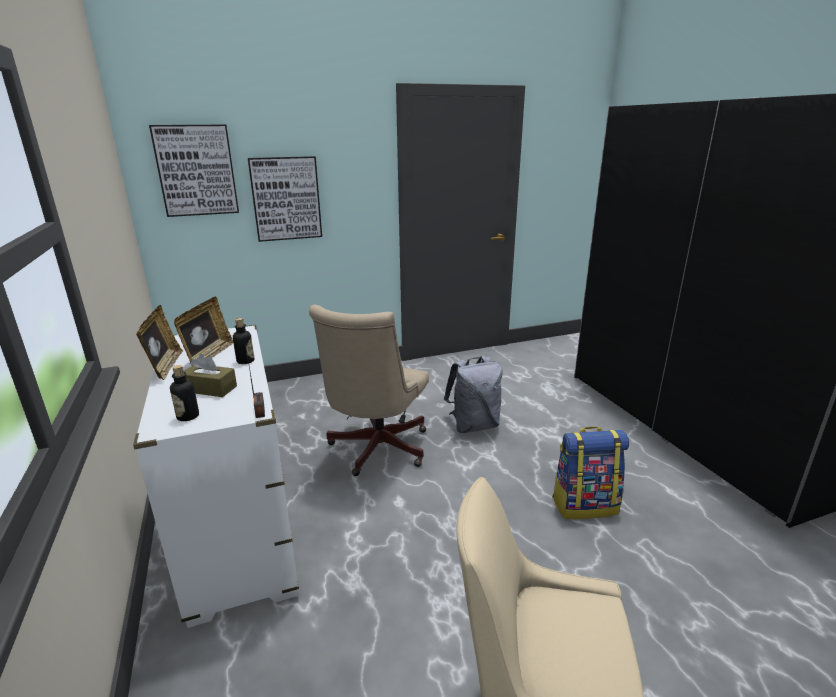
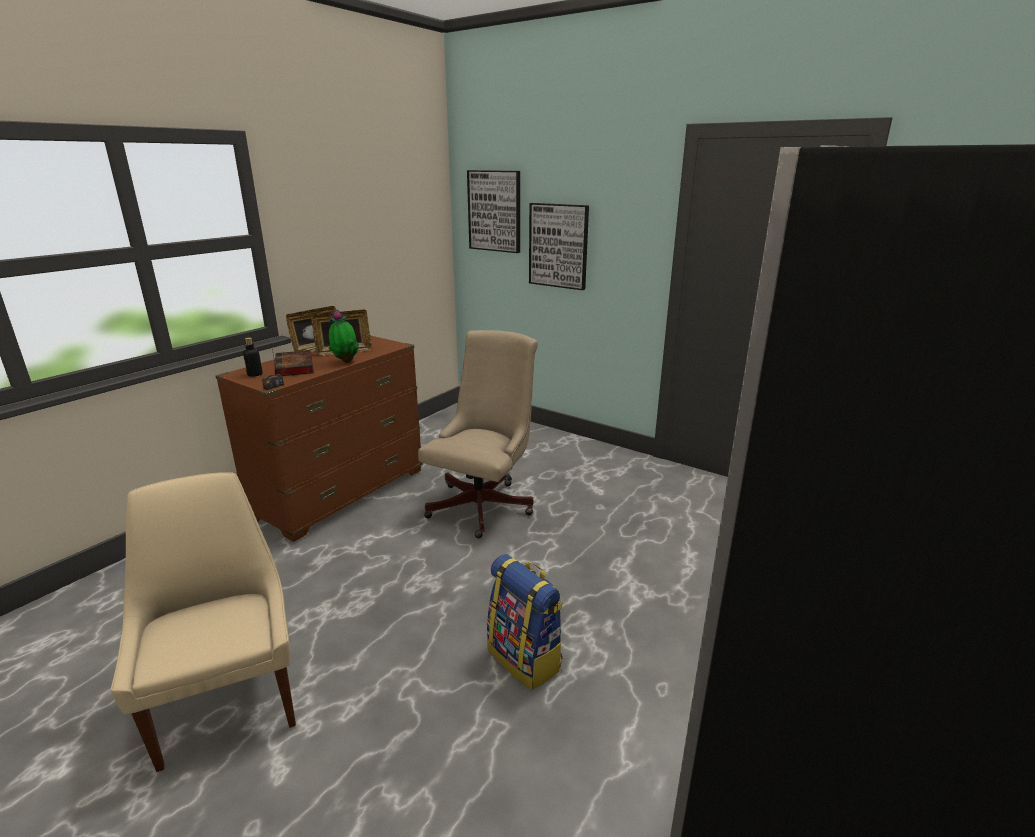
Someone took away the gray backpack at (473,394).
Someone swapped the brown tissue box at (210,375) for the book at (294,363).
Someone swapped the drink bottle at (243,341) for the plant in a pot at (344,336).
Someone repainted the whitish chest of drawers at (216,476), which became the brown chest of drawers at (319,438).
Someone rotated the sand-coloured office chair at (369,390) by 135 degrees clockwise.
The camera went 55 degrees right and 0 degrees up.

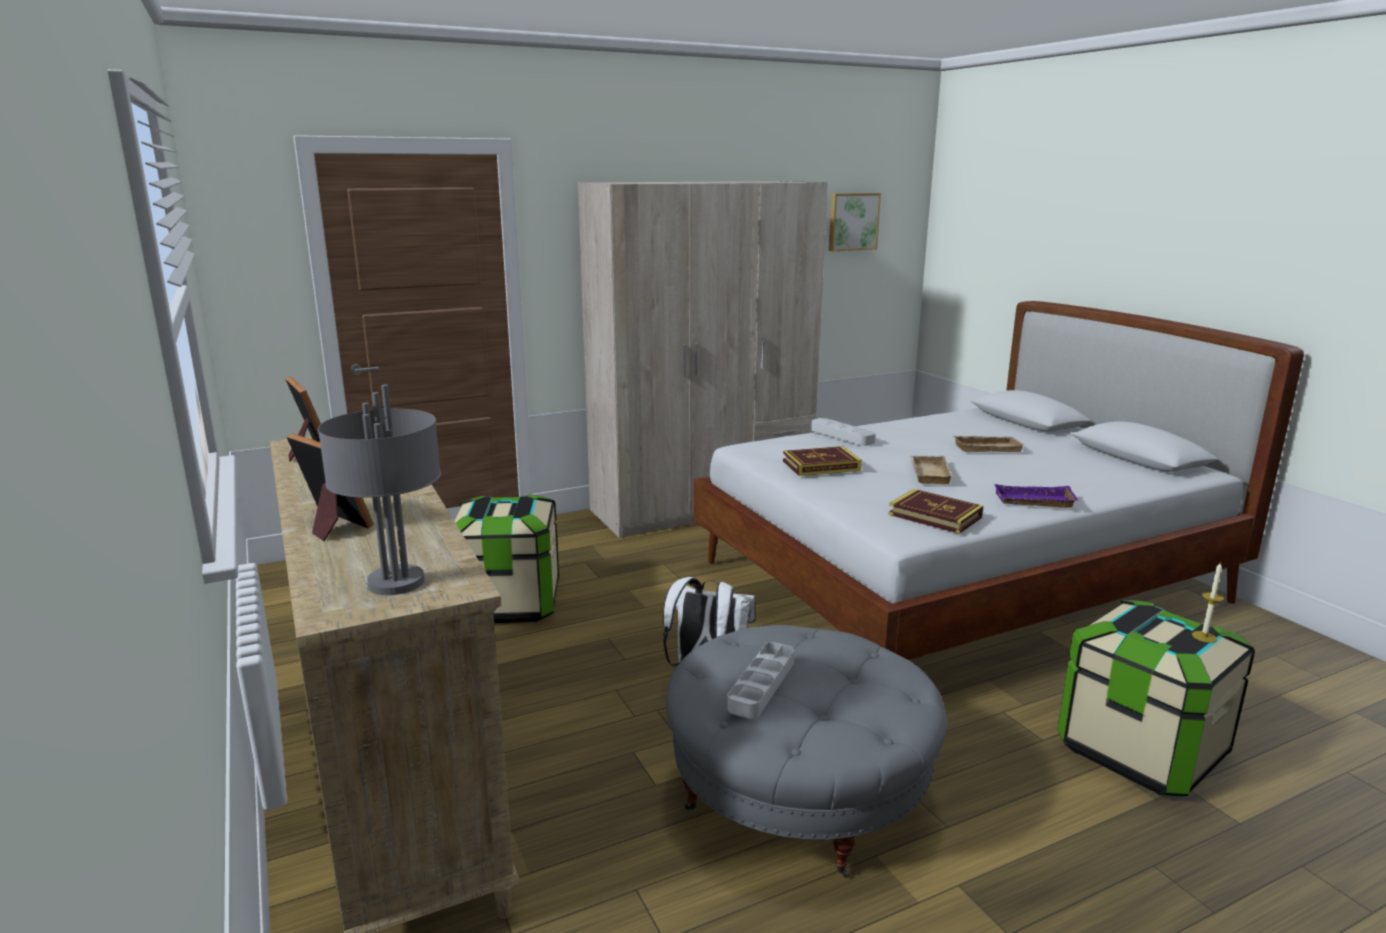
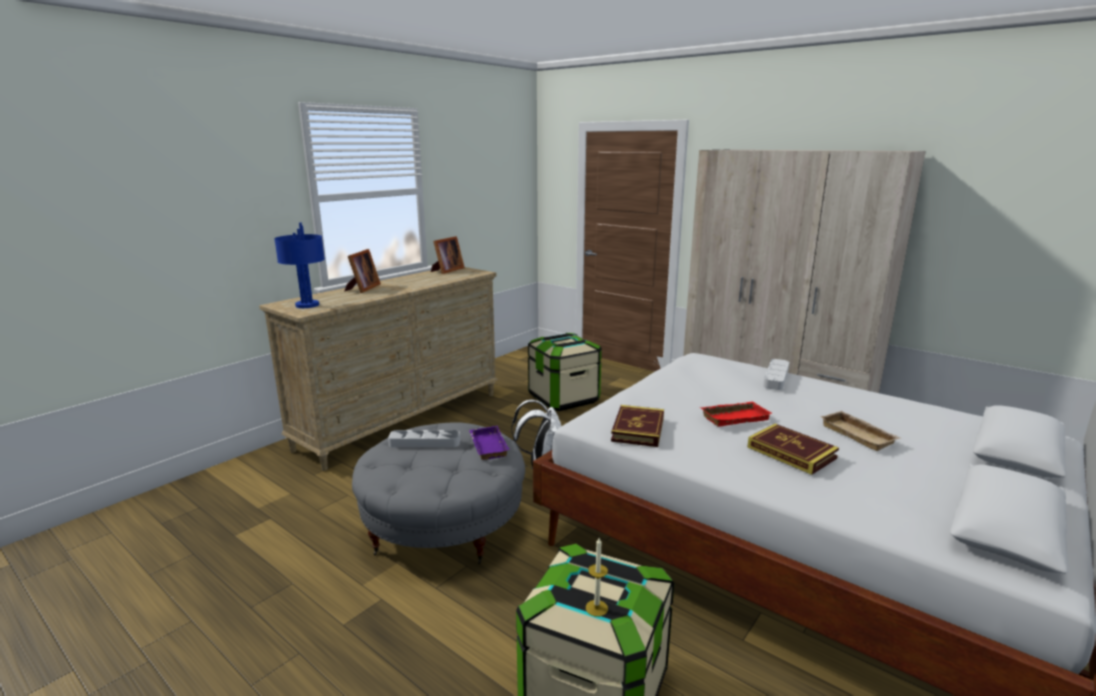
Someone took away the picture at (855,222).
Someone carried the book from (822,461) to (793,449).
Someone carried the purplish serving tray from (1036,496) to (489,443).
Someone repainted the gray table lamp at (379,489), which became the blue table lamp at (299,265).
Someone repainted the sand-coloured serving tray at (932,470), which became the reddish serving tray at (736,414).
The camera went 65 degrees right and 0 degrees up.

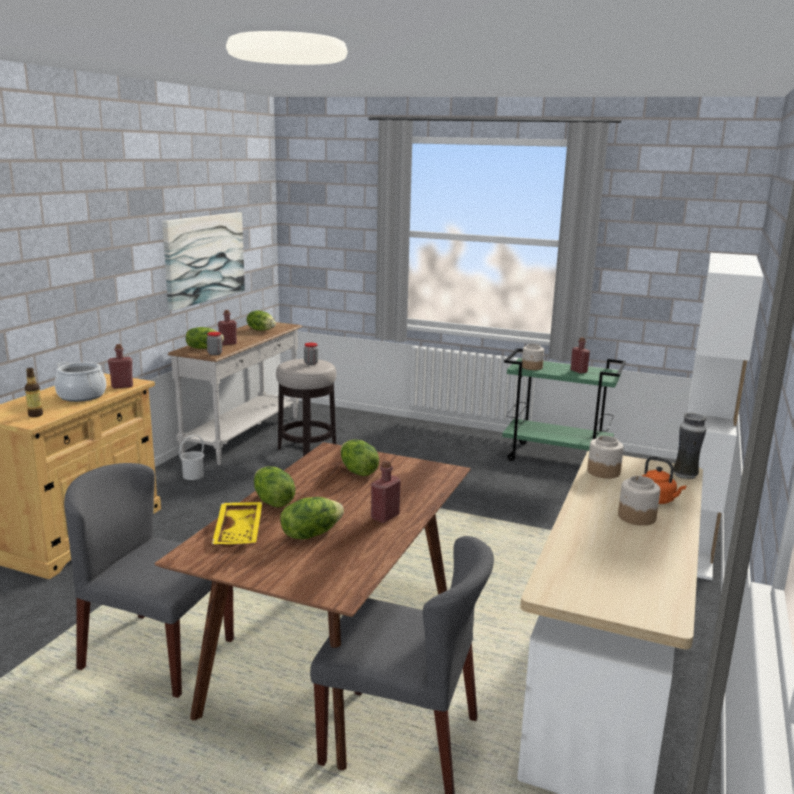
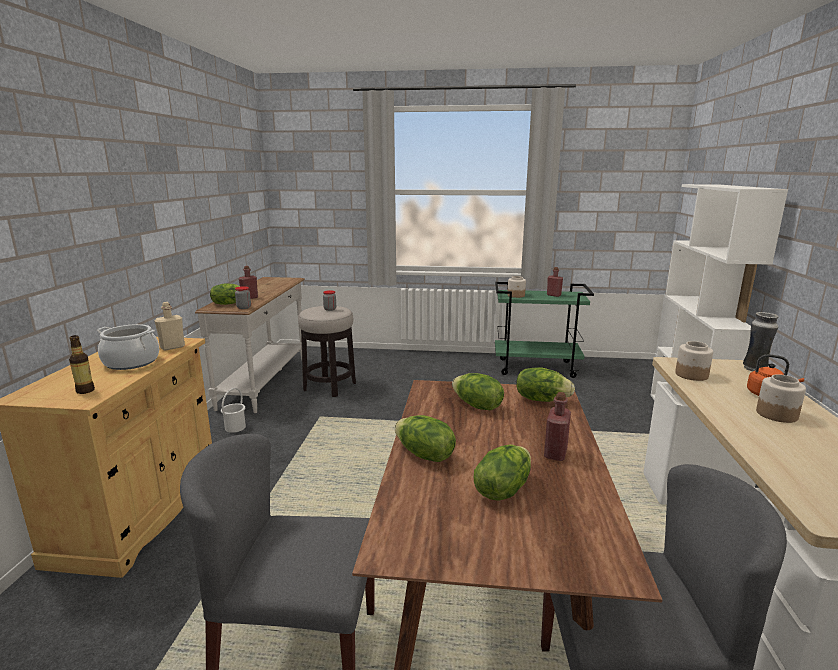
Someone took away the picture at (203,261).
Someone took away the yellow serving tray at (237,524).
Someone carried the lettuce from (261,321) to (545,384).
Someone repainted the reddish drink bottle at (120,366), which became the sand-coloured drink bottle at (170,326).
The camera went 15 degrees left and 0 degrees up.

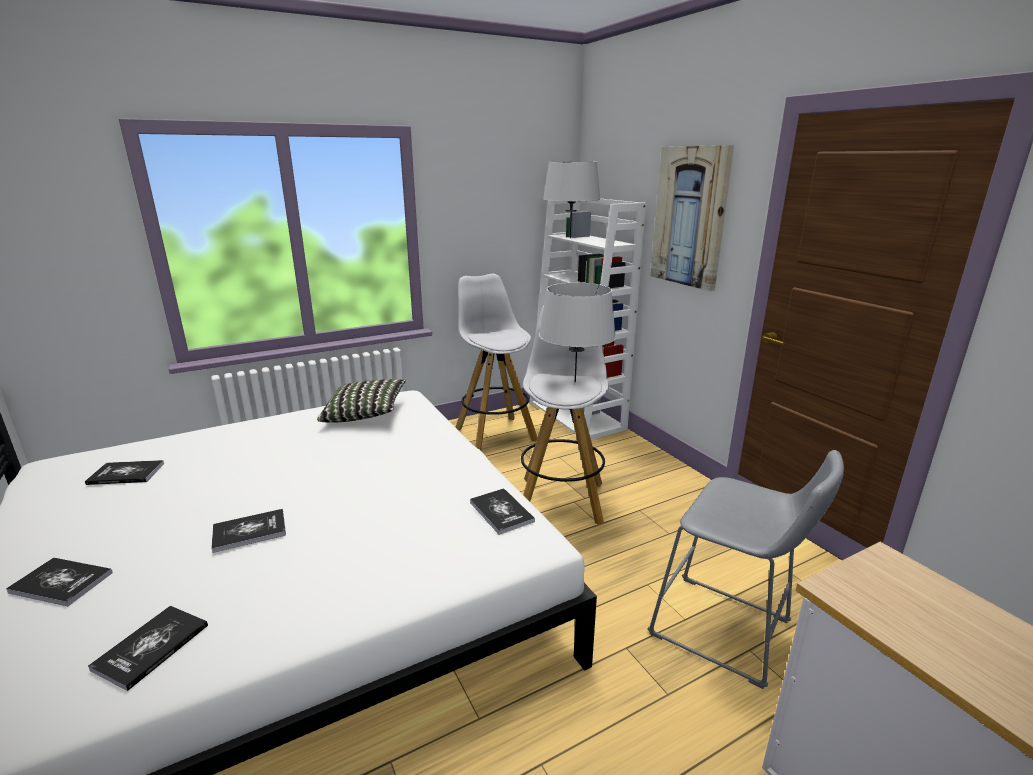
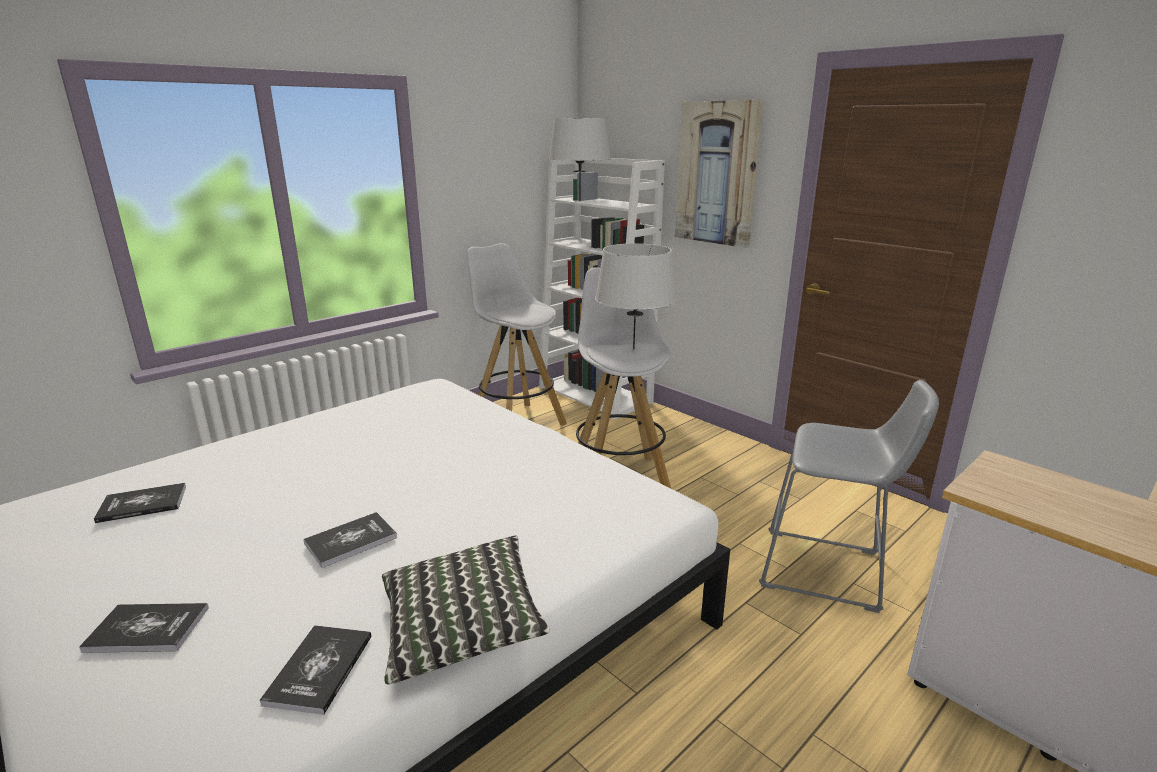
Someone took away the book at (502,511).
Someone carried the cushion from (361,401) to (466,609).
The camera went 15 degrees left and 0 degrees up.

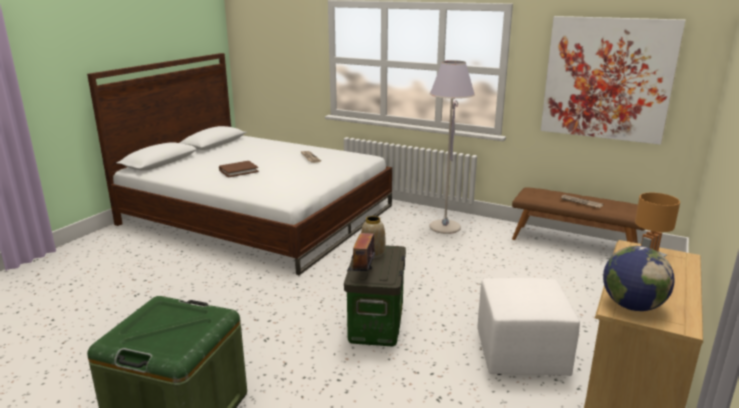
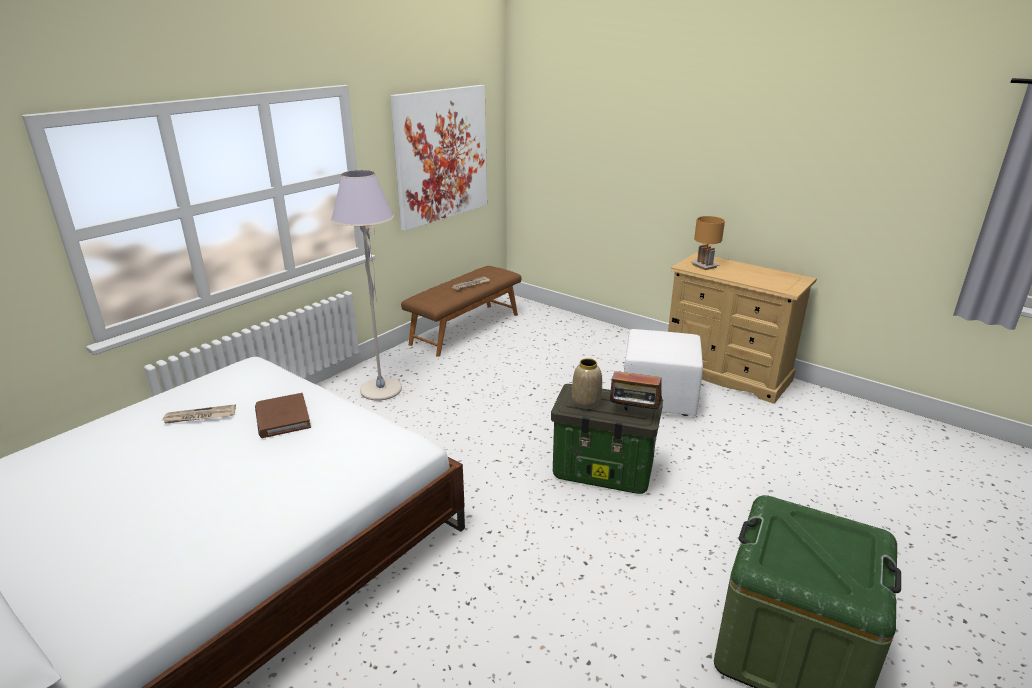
Someone took away the desk globe at (639,278).
Someone carried the brown book from (239,169) to (283,415).
The camera went 80 degrees left and 5 degrees up.

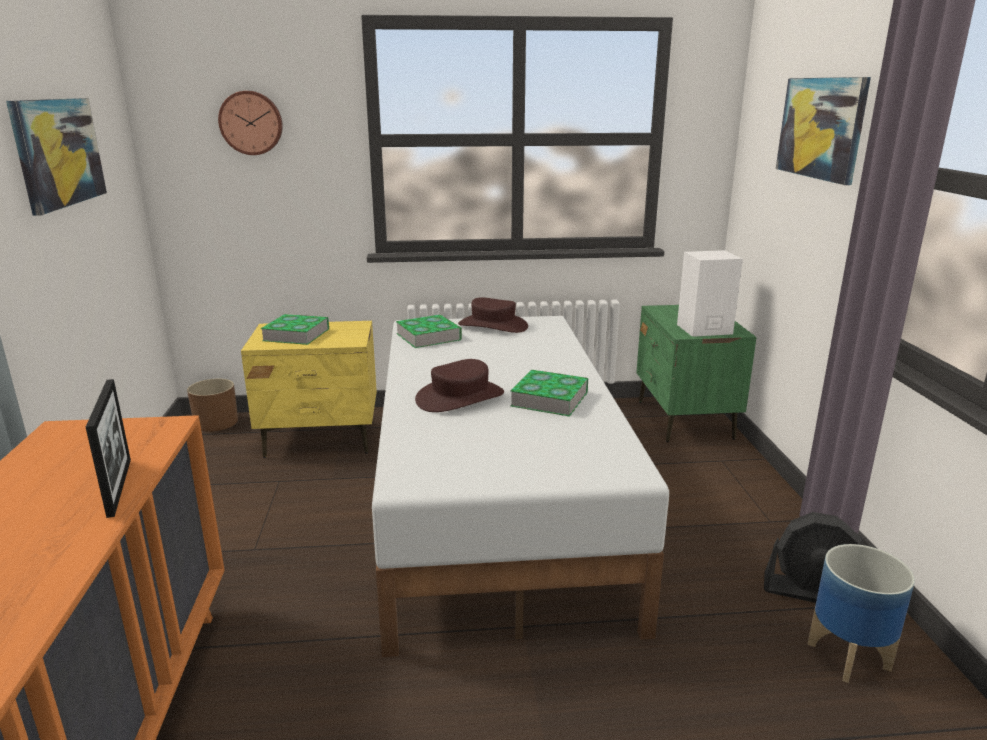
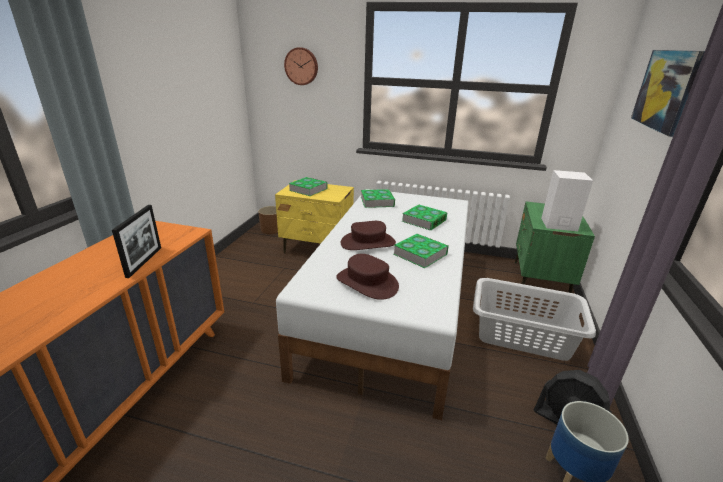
Someone took away the picture at (56,157).
Someone put down the book at (424,218).
Someone put down the gray hamper at (534,319).
Someone carried the brown clothing hat from (493,315) to (367,277).
The camera went 20 degrees right and 5 degrees up.

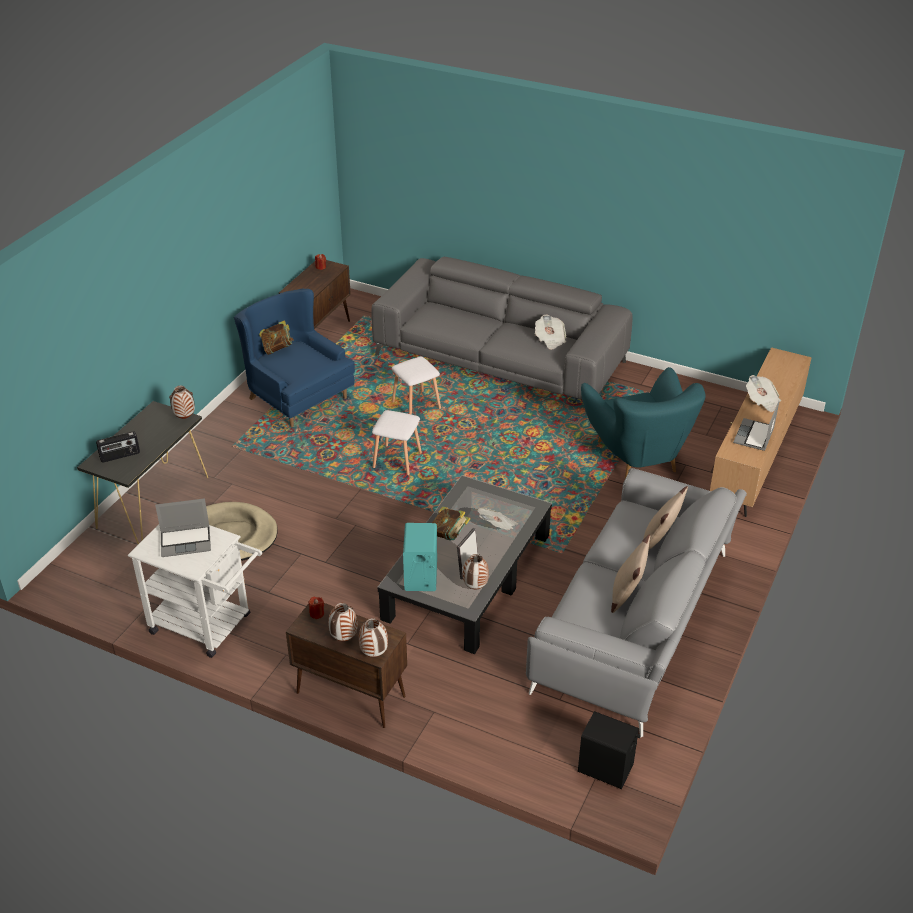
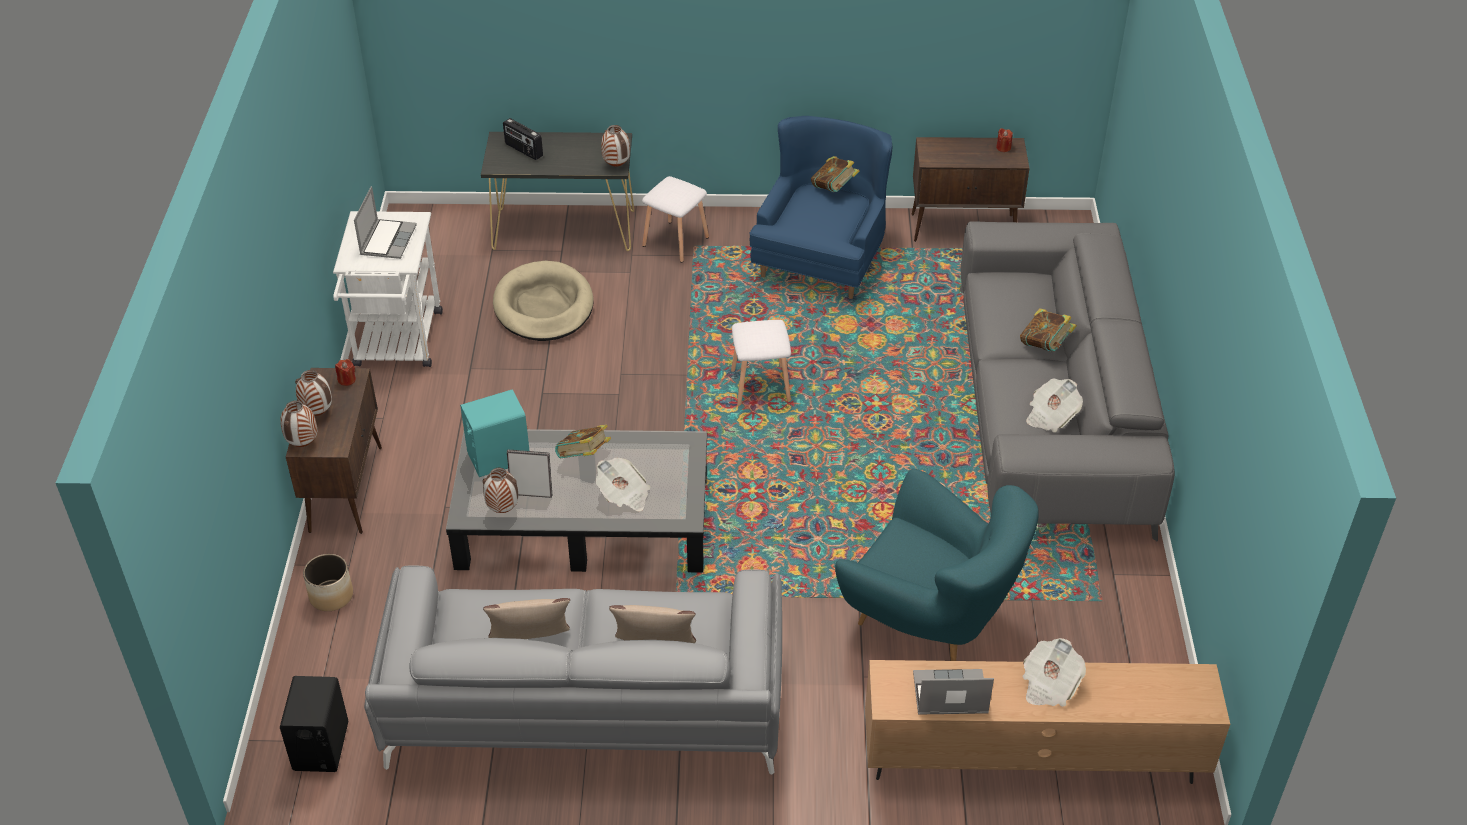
Someone put down the plant pot at (328,582).
Someone put down the book at (1048,329).
Someone carried the whitish stool from (416,385) to (675,219).
Someone rotated the notebook computer at (183,527) by 135 degrees counterclockwise.
Someone rotated the blue-green lounge chair at (643,422) by 105 degrees counterclockwise.
The camera went 65 degrees right and 5 degrees up.

